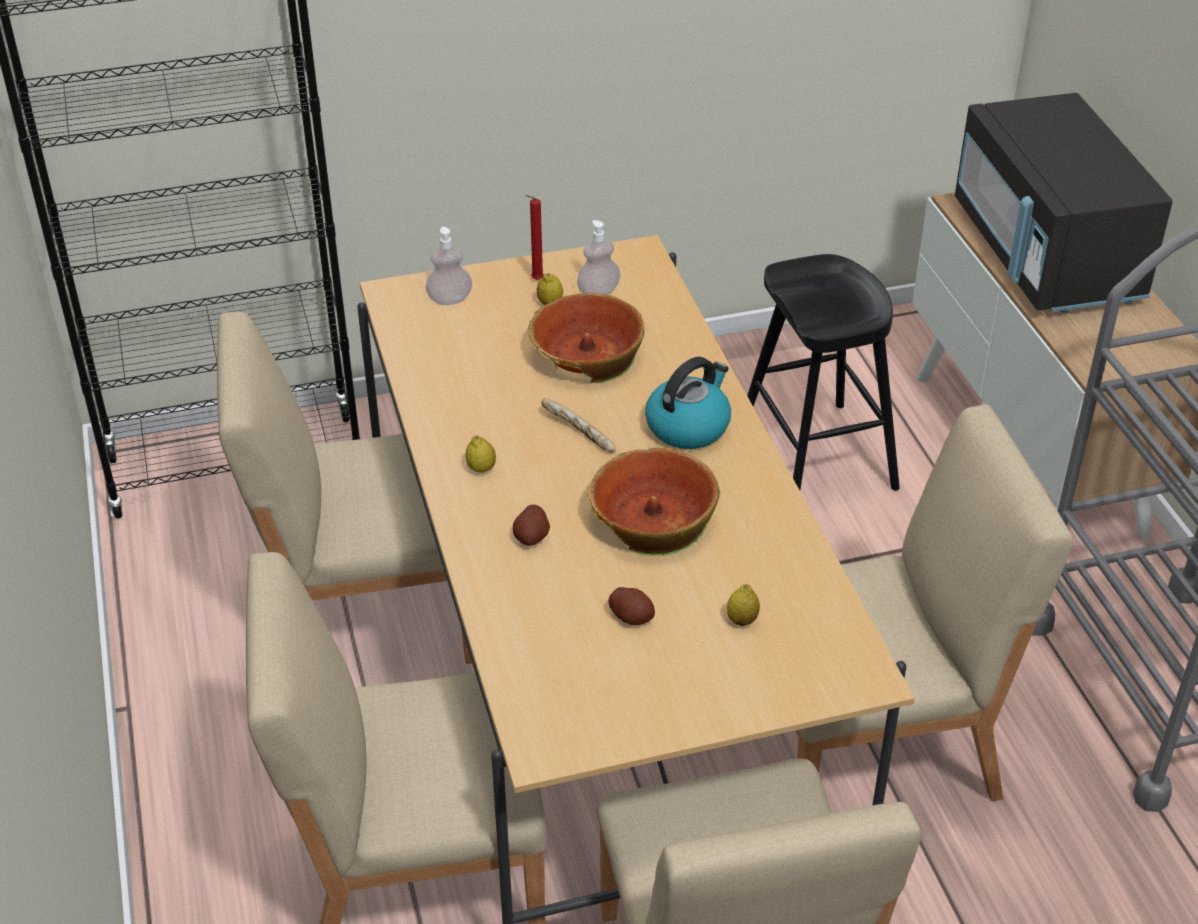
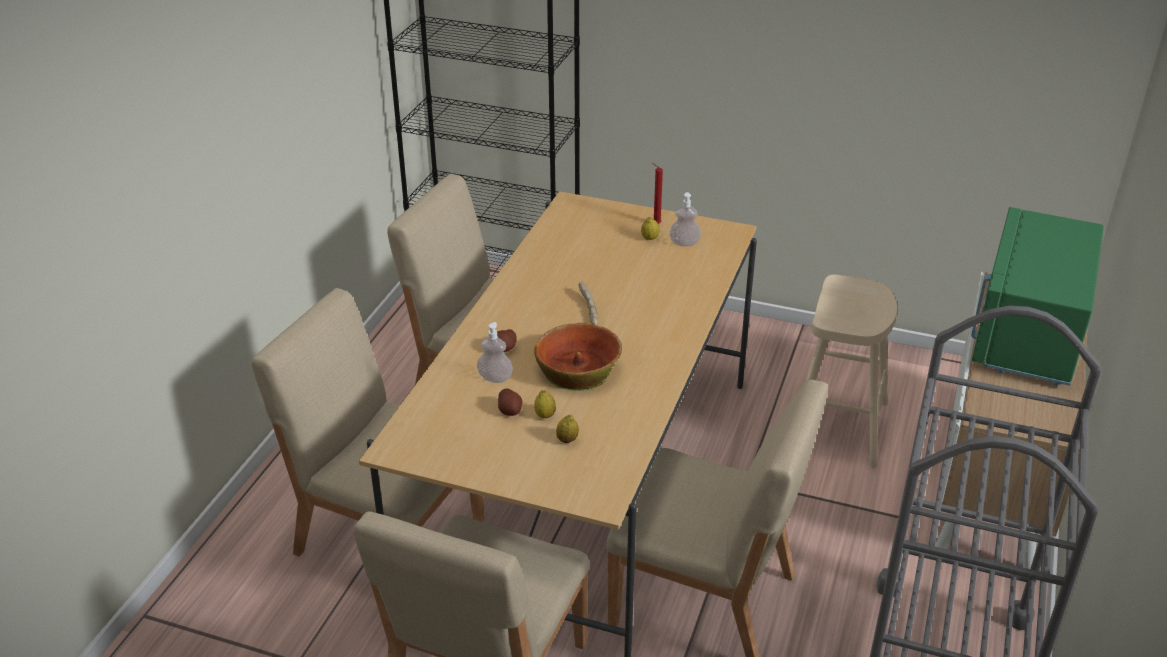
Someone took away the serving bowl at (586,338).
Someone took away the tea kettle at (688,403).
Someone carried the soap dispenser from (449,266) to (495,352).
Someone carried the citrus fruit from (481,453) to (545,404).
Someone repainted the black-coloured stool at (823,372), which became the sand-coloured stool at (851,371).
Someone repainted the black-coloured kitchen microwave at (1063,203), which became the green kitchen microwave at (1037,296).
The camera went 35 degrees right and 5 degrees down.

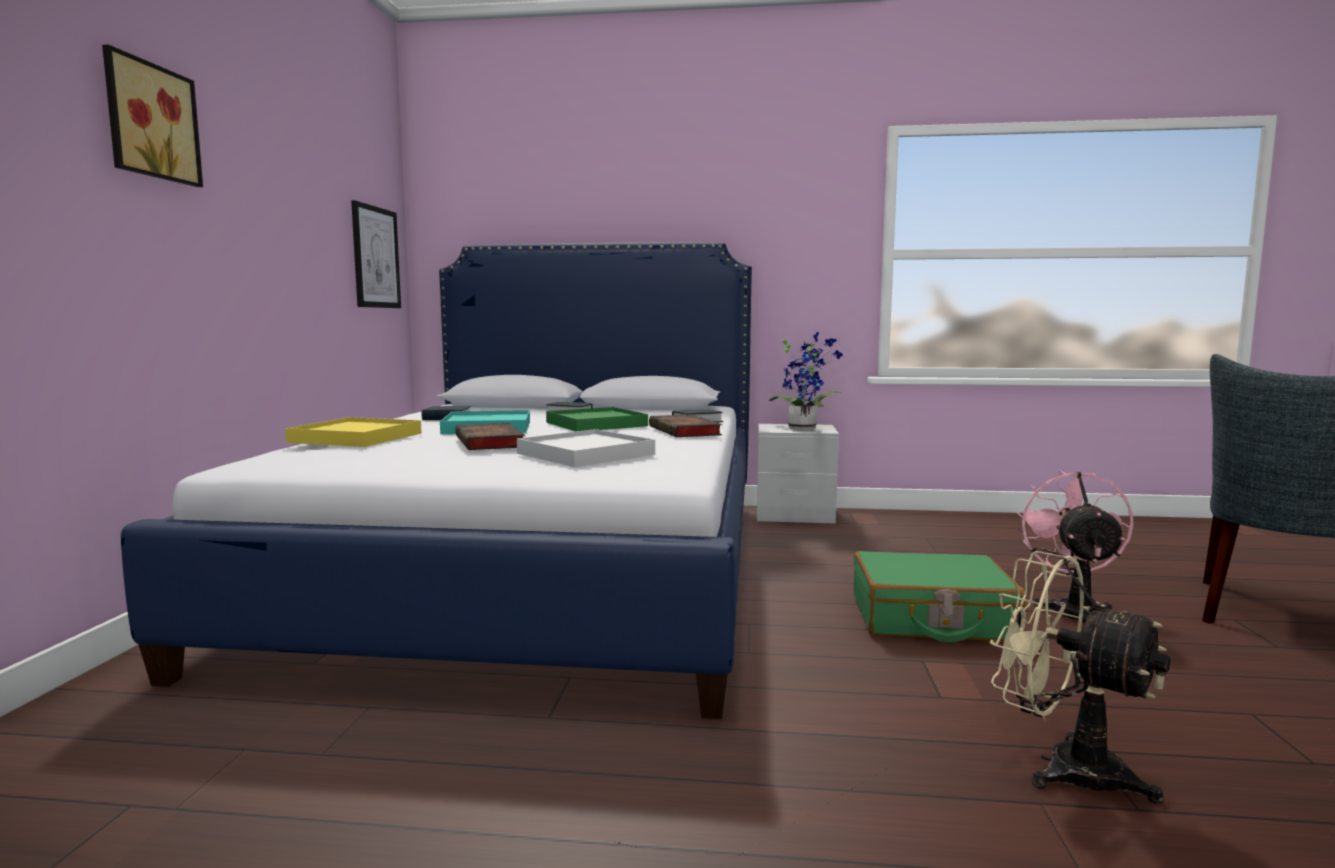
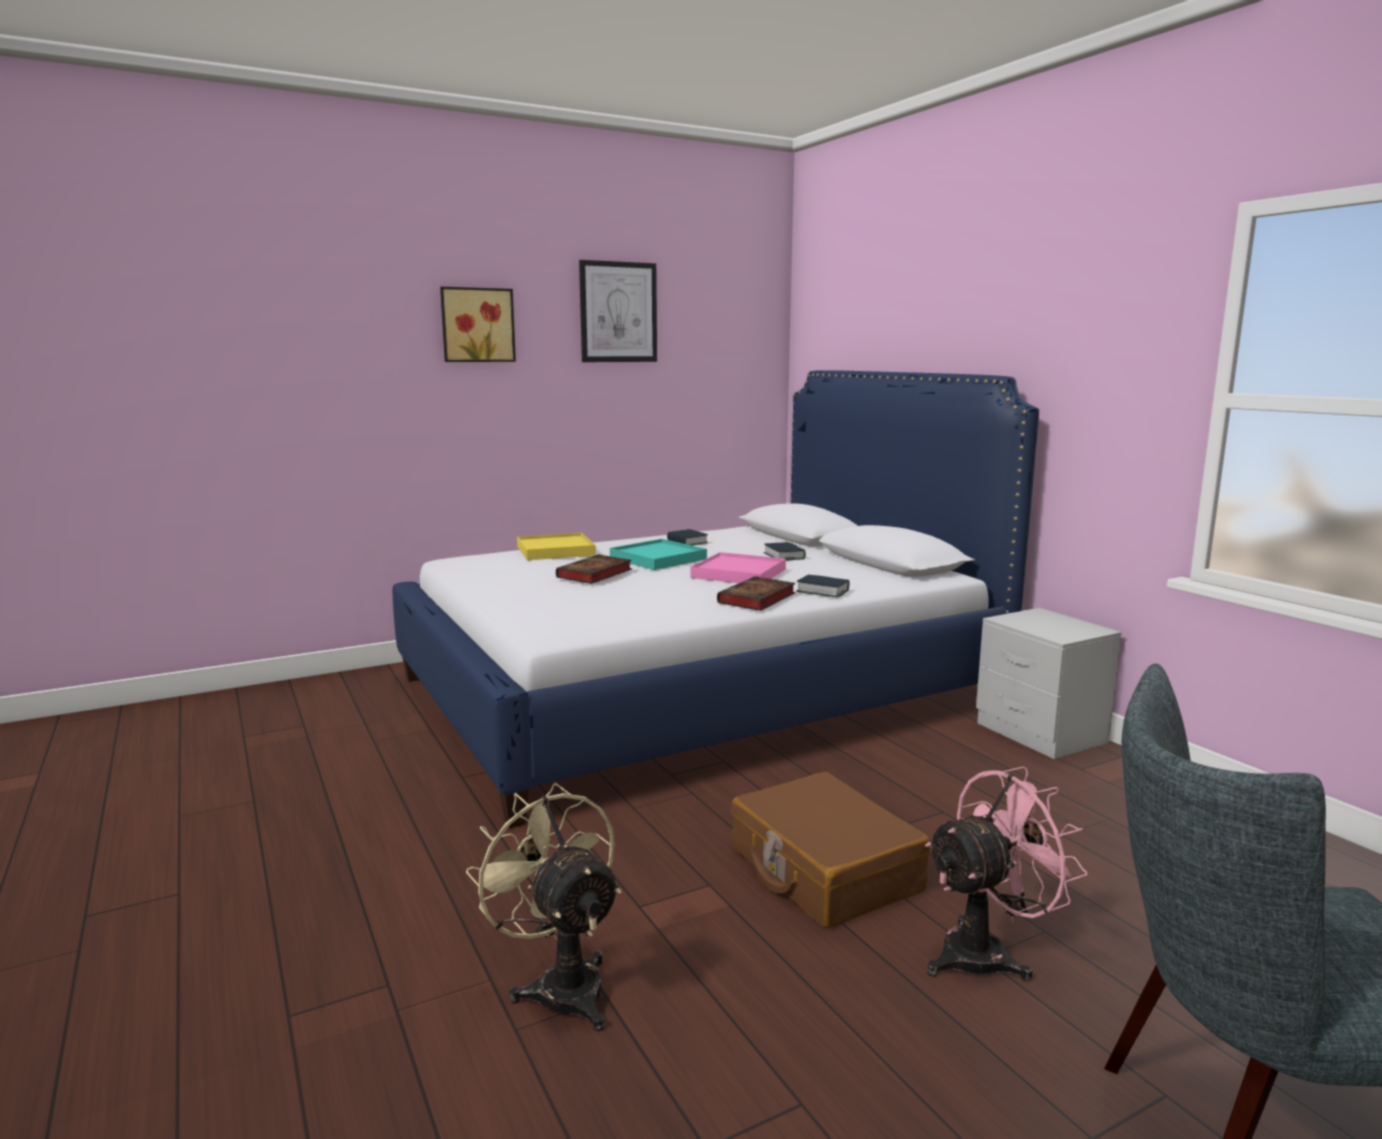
Someone took away the whitish serving tray at (586,448).
Someone took away the plant in a pot at (806,381).
Someone carried the picture from (376,254) to (618,311).
Someone repainted the green serving tray at (597,419), which became the pinkish serving tray at (738,567).
Someone repainted the green suitcase at (940,596), which became the brown suitcase at (830,850).
Someone rotated the sand-coloured cooling fan at (1080,677) by 45 degrees counterclockwise.
The camera went 55 degrees right and 5 degrees up.

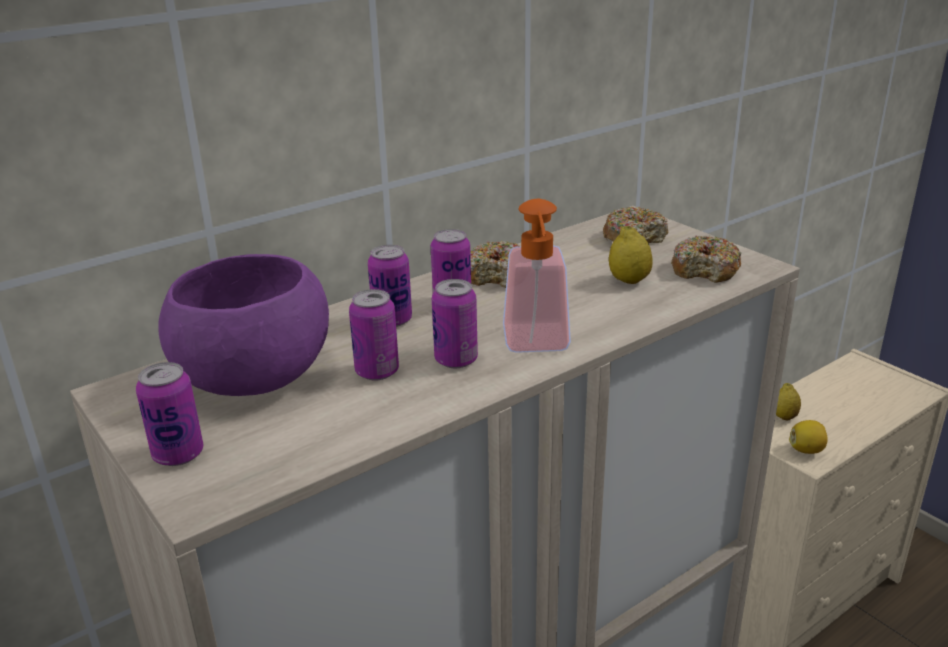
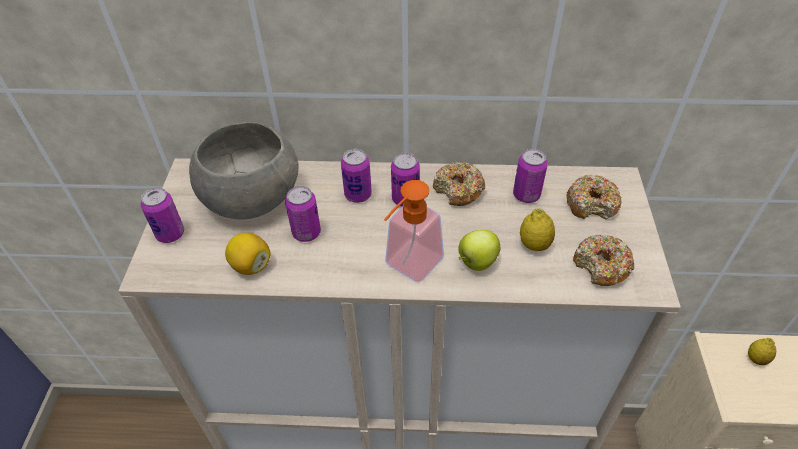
Someone put down the apple at (479,250).
Someone carried the sealed can from (455,323) to (530,176).
Someone carried the citrus fruit from (808,437) to (247,254).
Someone repainted the purplish serving bowl at (243,325), which became the gray serving bowl at (244,170).
The camera went 40 degrees right and 20 degrees up.

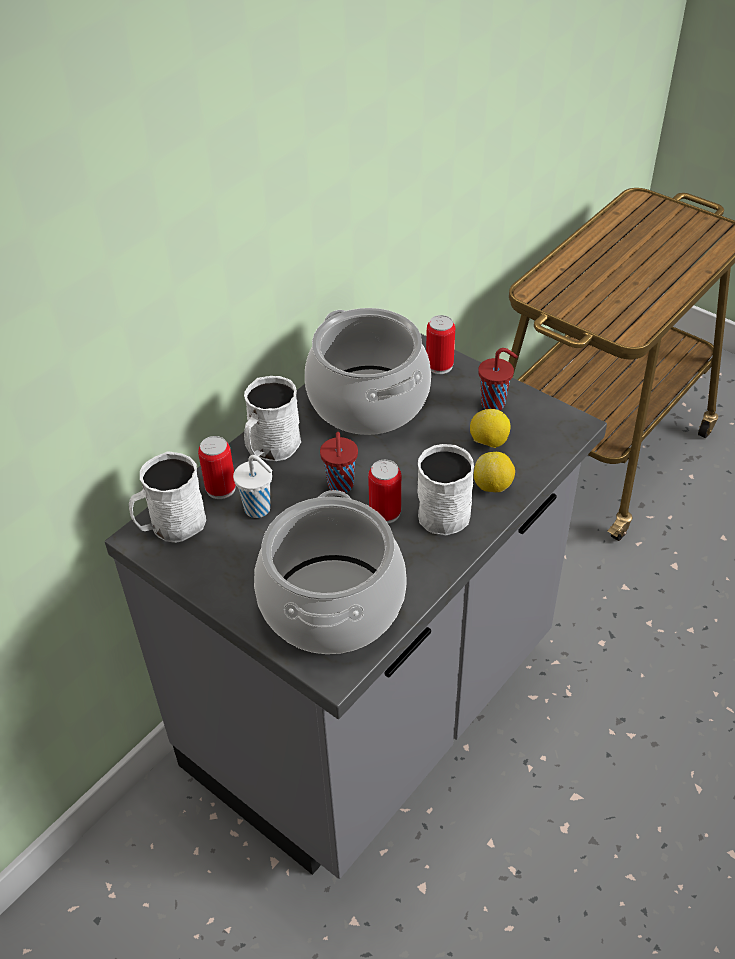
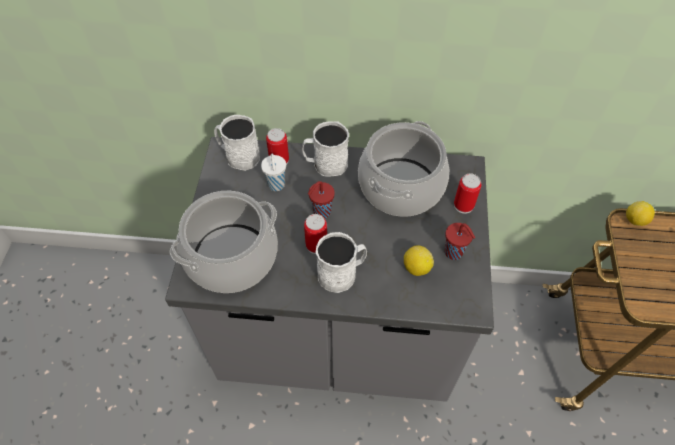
Someone carried the citrus fruit from (494,472) to (640,213).
The camera went 55 degrees right and 10 degrees up.

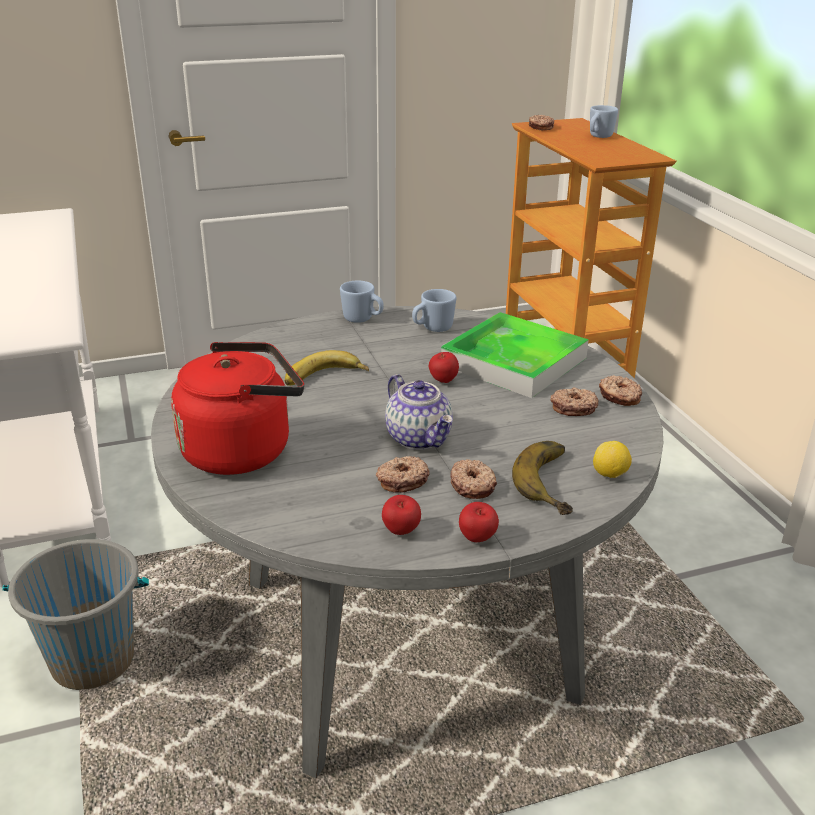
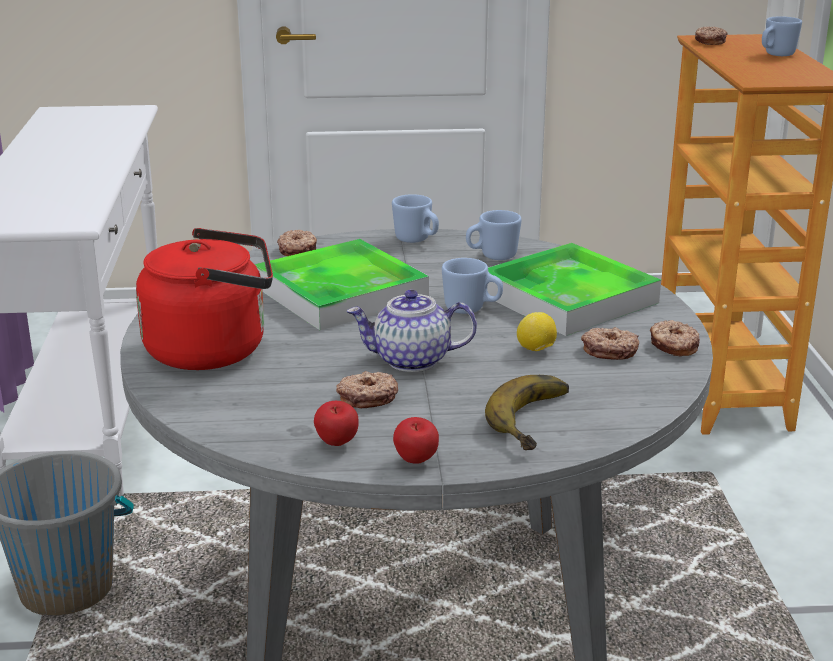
Someone carried the donut from (473,479) to (297,243).
Someone carried the citrus fruit from (612,459) to (537,331).
Someone swapped the whole banana at (327,368) for the serving tray at (342,284).
Someone swapped the apple at (444,367) for the blue mug at (472,286).
Someone rotated the teapot at (419,412) by 105 degrees clockwise.
The camera went 15 degrees right and 5 degrees down.

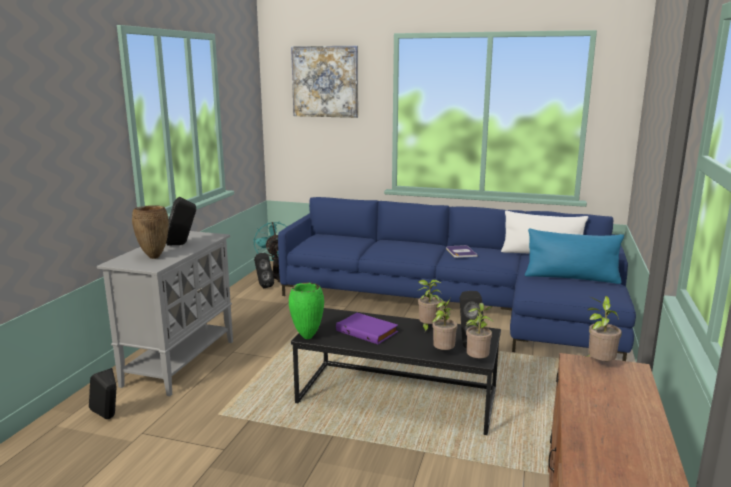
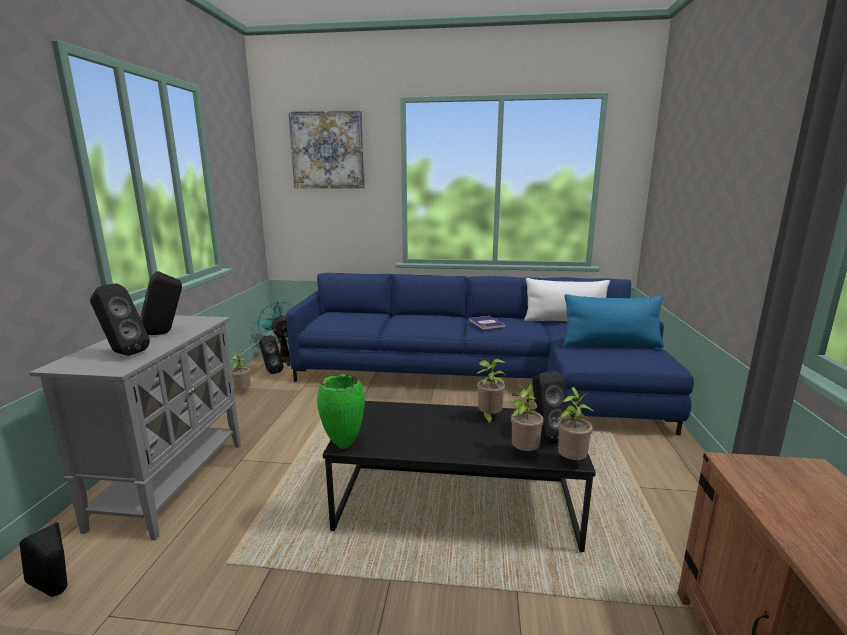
Someone took away the purplish book at (367,328).
Someone carried the plant in a pot from (604,328) to (241,370).
Someone swapped the brown flower vase at (150,232) for the black-coloured audio speaker at (120,319).
The camera went 10 degrees left and 0 degrees up.

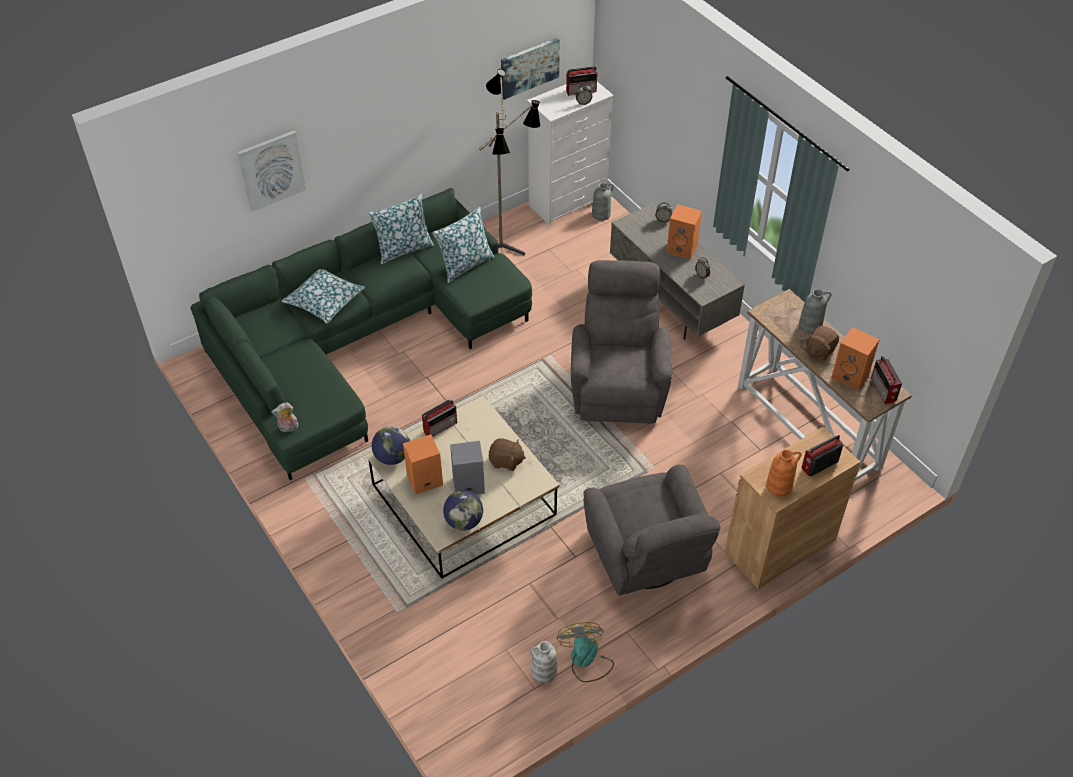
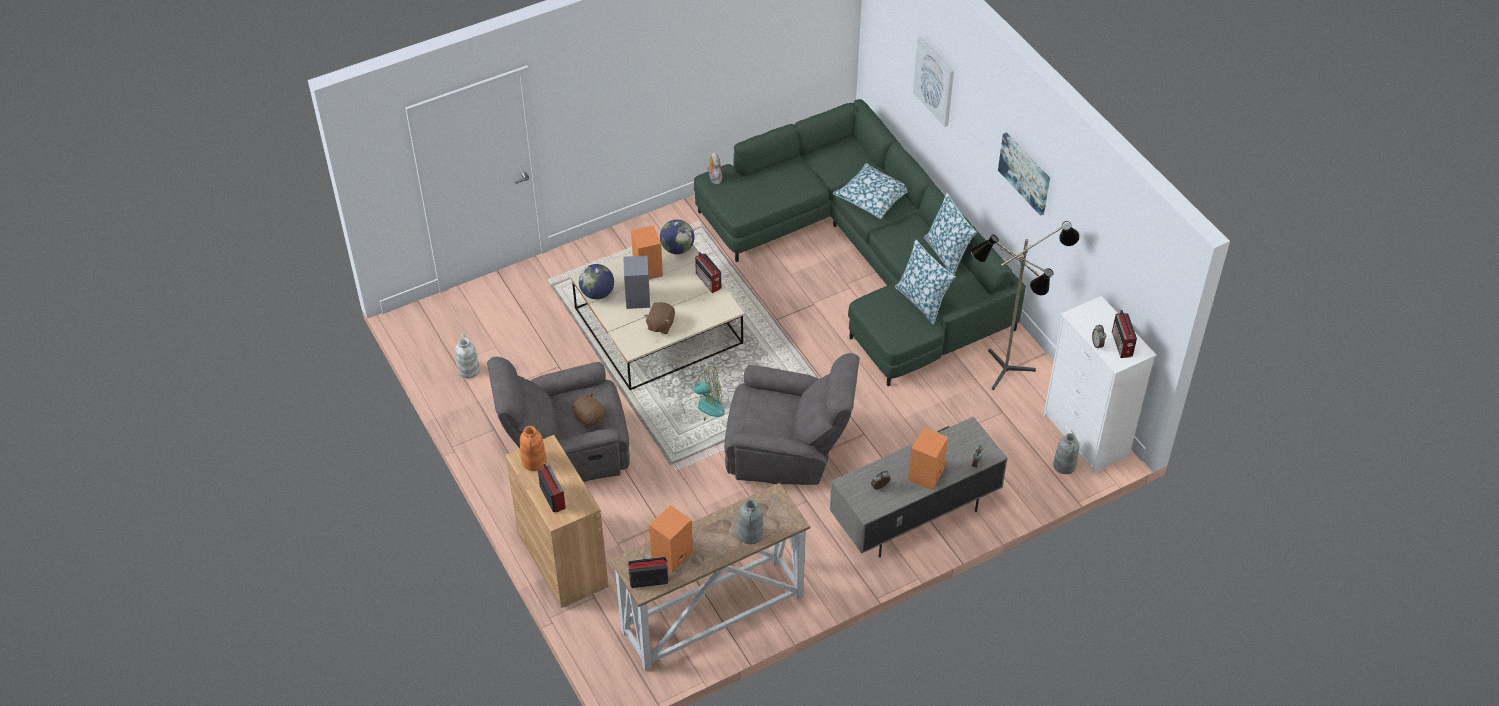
Someone carried the picture from (530,69) to (1024,174).
Someone carried the cooling fan from (585,652) to (704,394).
Someone carried the brown plush toy from (822,343) to (588,410).
The camera went 95 degrees right and 0 degrees up.

